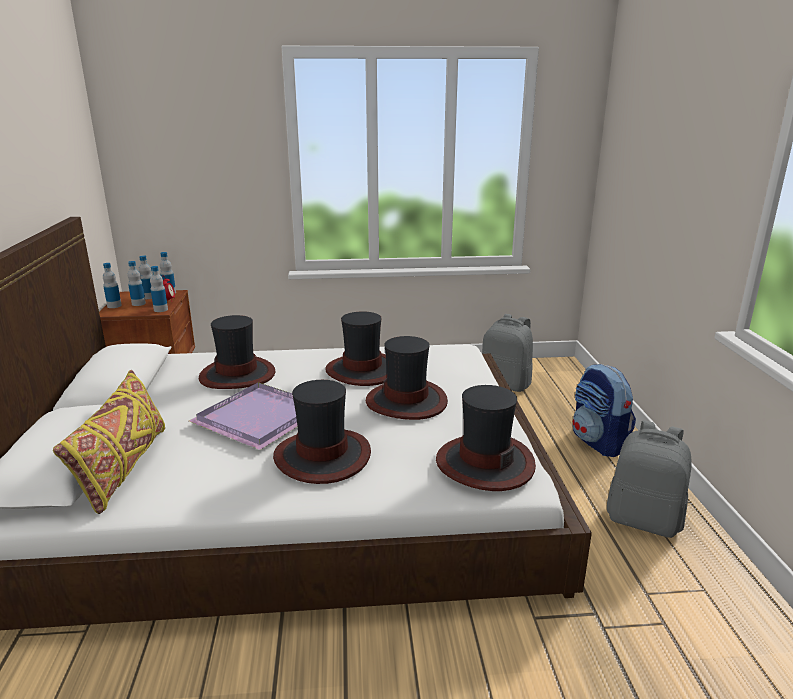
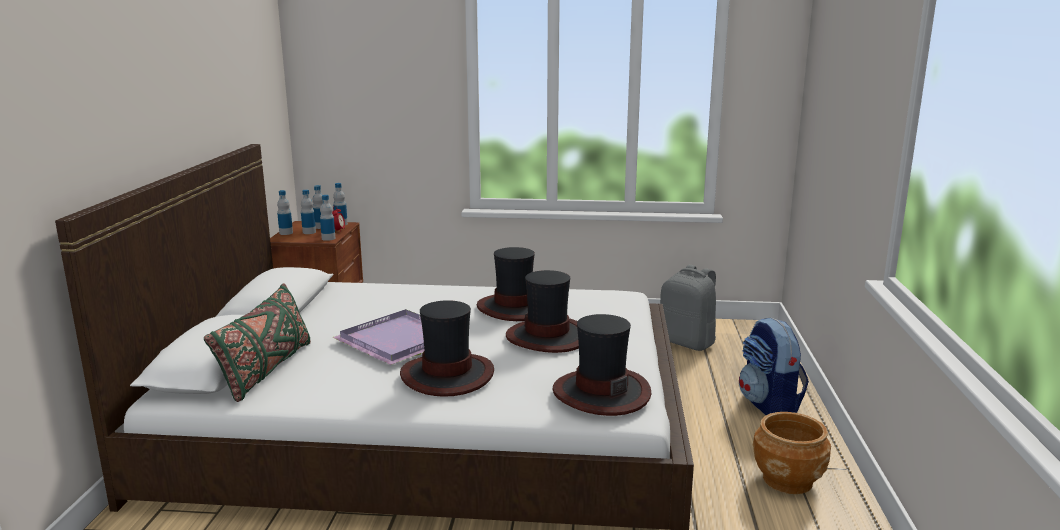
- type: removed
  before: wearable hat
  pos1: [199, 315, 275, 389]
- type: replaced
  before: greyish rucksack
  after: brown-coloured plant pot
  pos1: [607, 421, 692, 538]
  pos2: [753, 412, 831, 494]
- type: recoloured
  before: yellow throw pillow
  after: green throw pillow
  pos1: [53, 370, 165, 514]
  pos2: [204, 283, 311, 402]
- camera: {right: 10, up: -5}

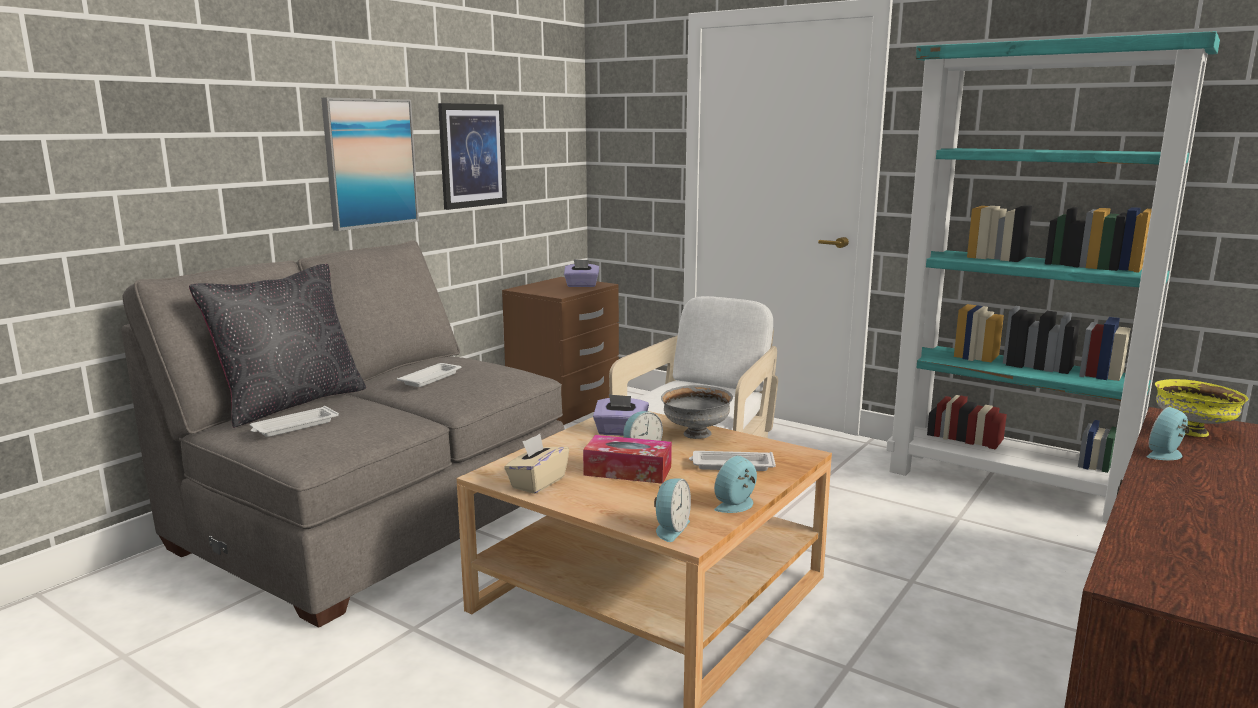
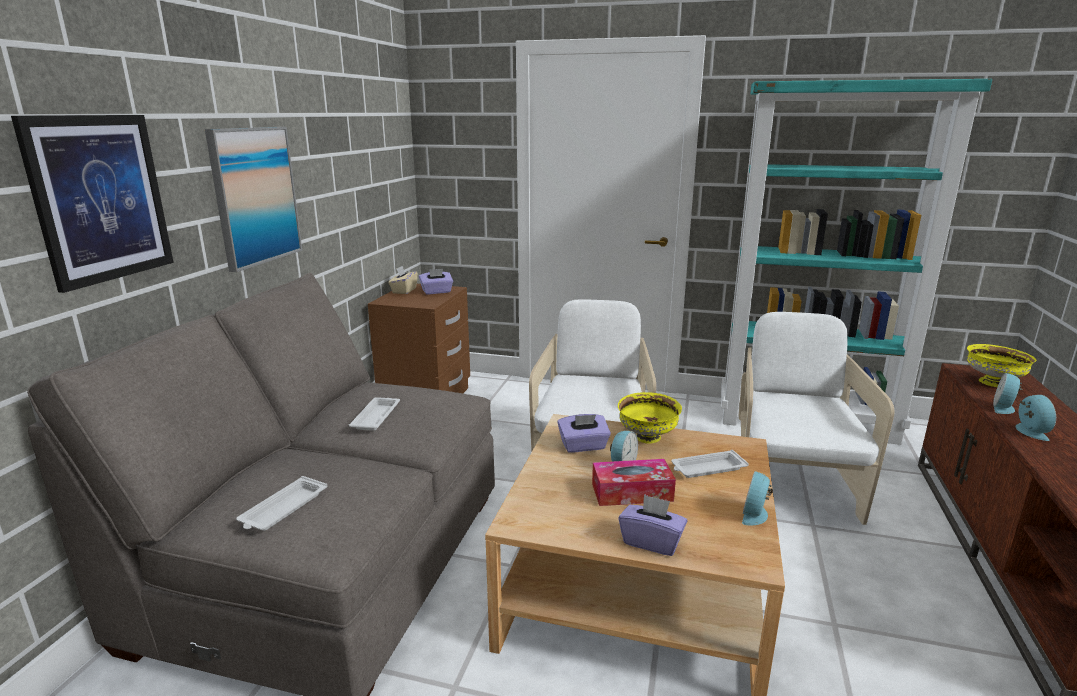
- type: removed
  before: blackish throw pillow
  pos1: [189, 264, 366, 428]
- type: added
  after: purplish tissue box
  pos2: [618, 494, 687, 556]
- type: added
  after: whitish armchair
  pos2: [739, 312, 895, 525]
- type: moved
  before: wall art
  pos1: [438, 103, 507, 210]
  pos2: [11, 115, 174, 293]
- type: moved
  before: beige-coloured tissue box
  pos1: [504, 434, 569, 494]
  pos2: [388, 266, 418, 294]
- type: moved
  before: table clock
  pos1: [654, 478, 691, 542]
  pos2: [1015, 395, 1056, 441]
- type: recoloured
  before: greyish bowl
  after: yellow bowl
  pos1: [661, 385, 733, 439]
  pos2: [618, 392, 682, 444]
- camera: {right: -20, up: 5}

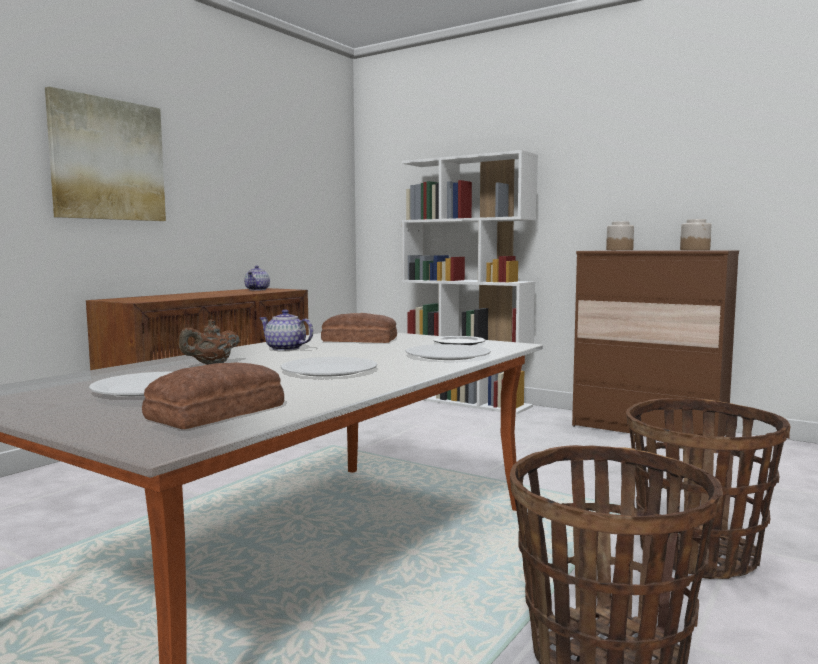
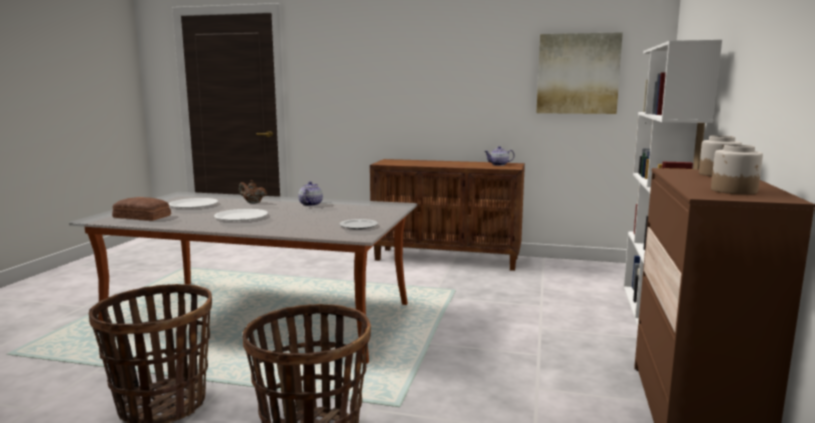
- type: removed
  before: baked bread
  pos1: [321, 313, 397, 343]
- type: removed
  before: whitish plate
  pos1: [406, 344, 491, 360]
- type: moved
  before: wall art
  pos1: [45, 87, 166, 221]
  pos2: [536, 32, 623, 114]
- camera: {right: 70, up: 5}

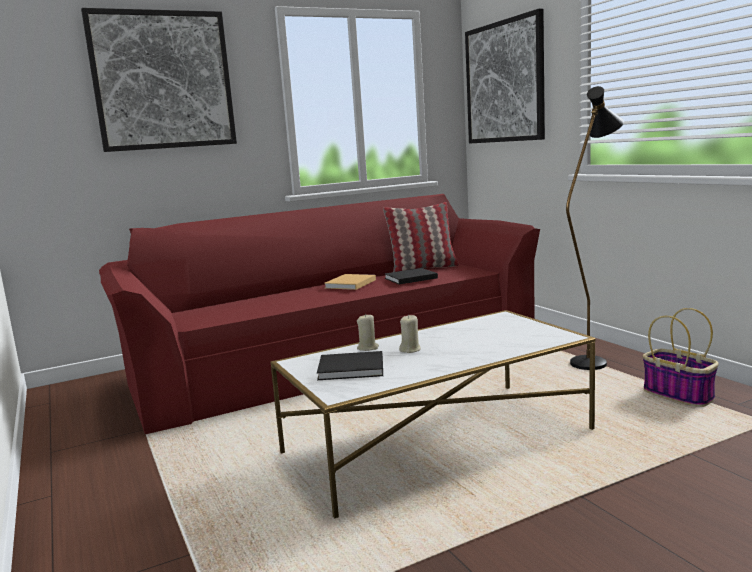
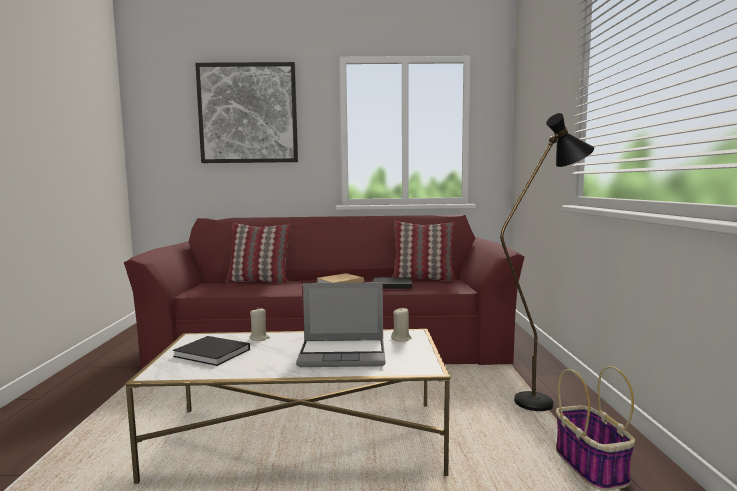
- type: removed
  before: wall art
  pos1: [465, 9, 545, 144]
- type: added
  after: throw pillow
  pos2: [226, 223, 291, 283]
- type: added
  after: laptop
  pos2: [296, 282, 386, 367]
- type: moved
  before: beige-coloured wax candle
  pos1: [399, 315, 421, 353]
  pos2: [391, 307, 411, 342]
- camera: {right: 25, up: -5}

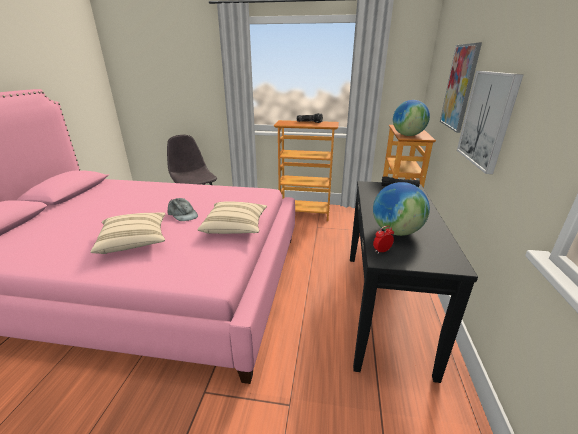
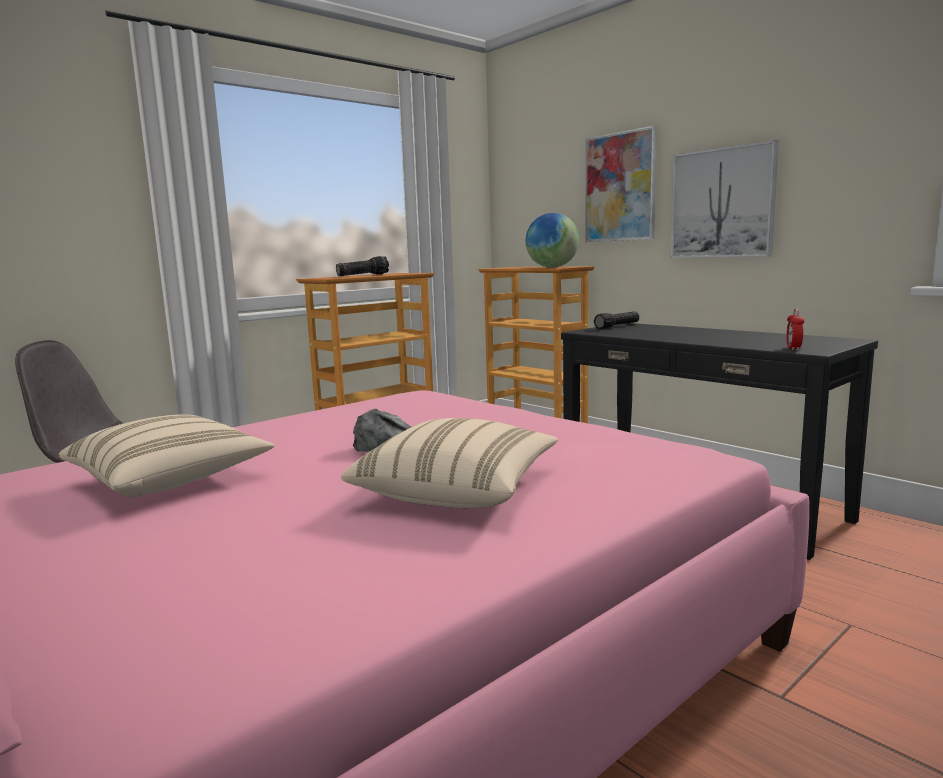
- type: removed
  before: world globe
  pos1: [373, 182, 430, 236]
- type: moved
  before: beige-coloured throw pillow
  pos1: [198, 201, 267, 234]
  pos2: [59, 414, 275, 497]
- camera: {right: -50, up: -15}

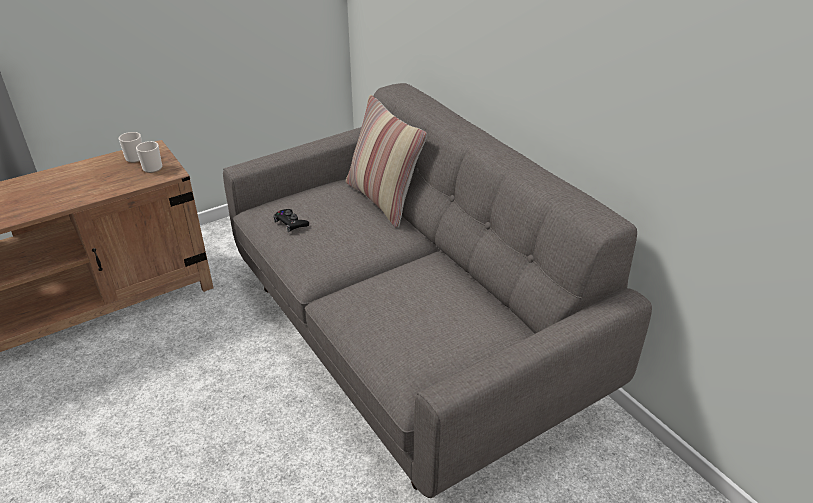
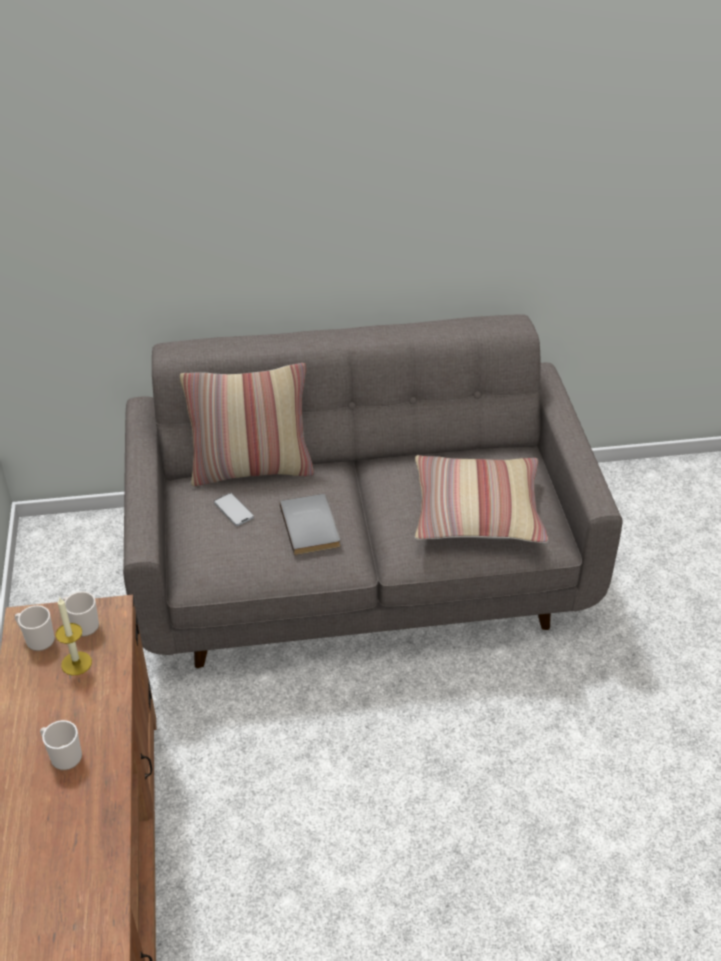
- type: removed
  before: blackish game controller
  pos1: [273, 209, 309, 232]
- type: added
  after: coffee mug
  pos2: [40, 720, 82, 770]
- type: added
  after: wax candle
  pos2: [55, 598, 92, 676]
- type: added
  after: handset
  pos2: [214, 493, 254, 526]
- type: added
  after: greyish bound book
  pos2: [280, 494, 341, 556]
- type: added
  after: throw pillow
  pos2: [414, 455, 549, 543]
- camera: {right: -65, up: 5}

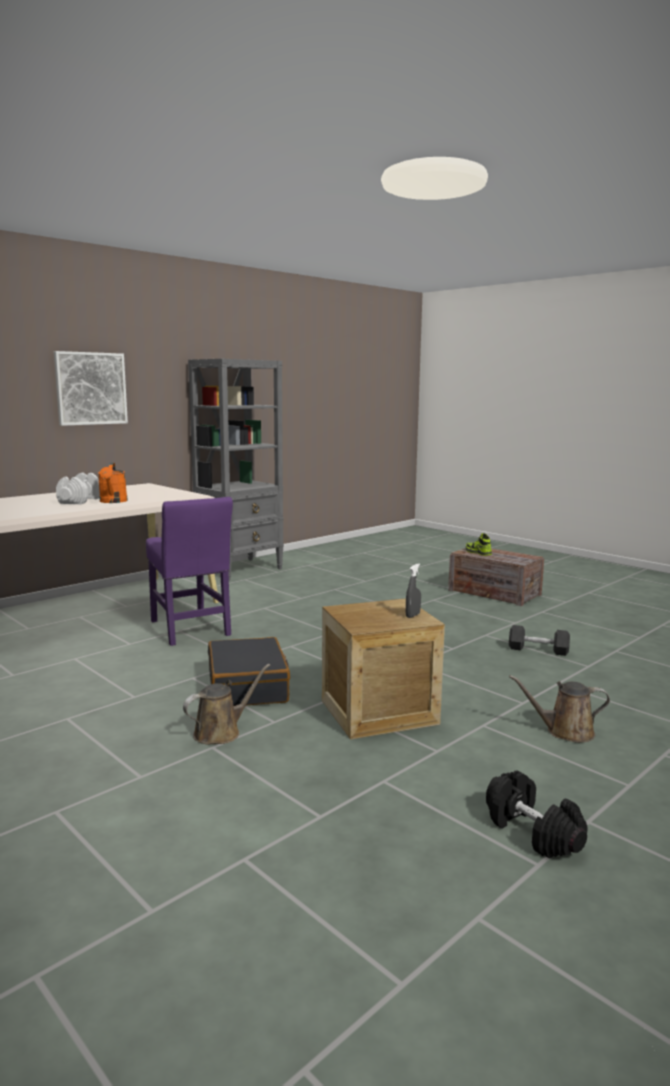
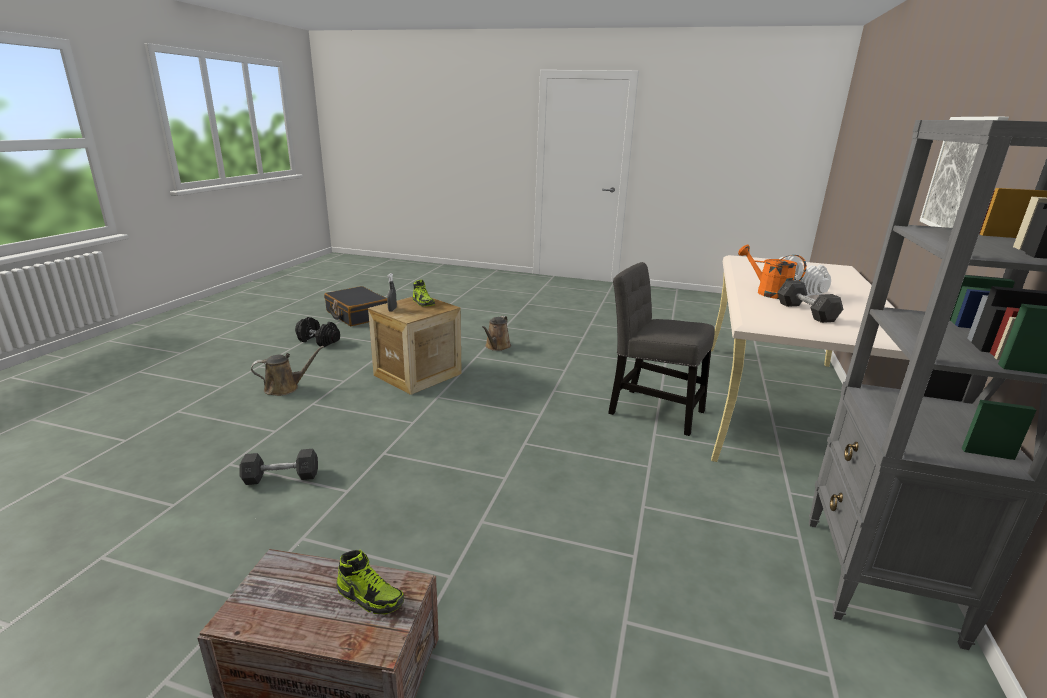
- type: added
  after: shoe
  pos2: [412, 280, 435, 307]
- type: added
  after: greyish hand weight
  pos2: [777, 280, 843, 323]
- type: moved
  before: blackish suitcase
  pos1: [208, 637, 290, 706]
  pos2: [324, 286, 387, 326]
- type: recoloured
  before: purplish chair
  after: greyish chair
  pos1: [146, 497, 233, 646]
  pos2: [608, 262, 715, 436]
- camera: {right: 150, up: 10}

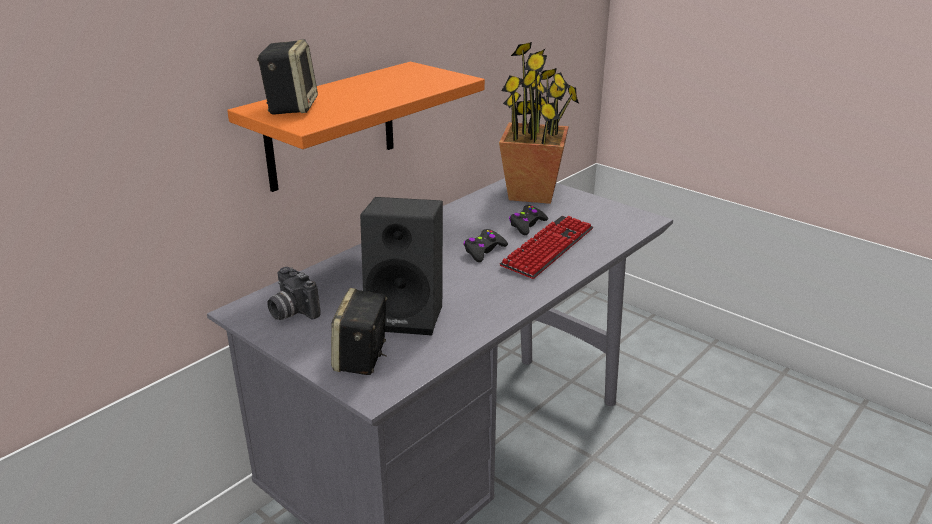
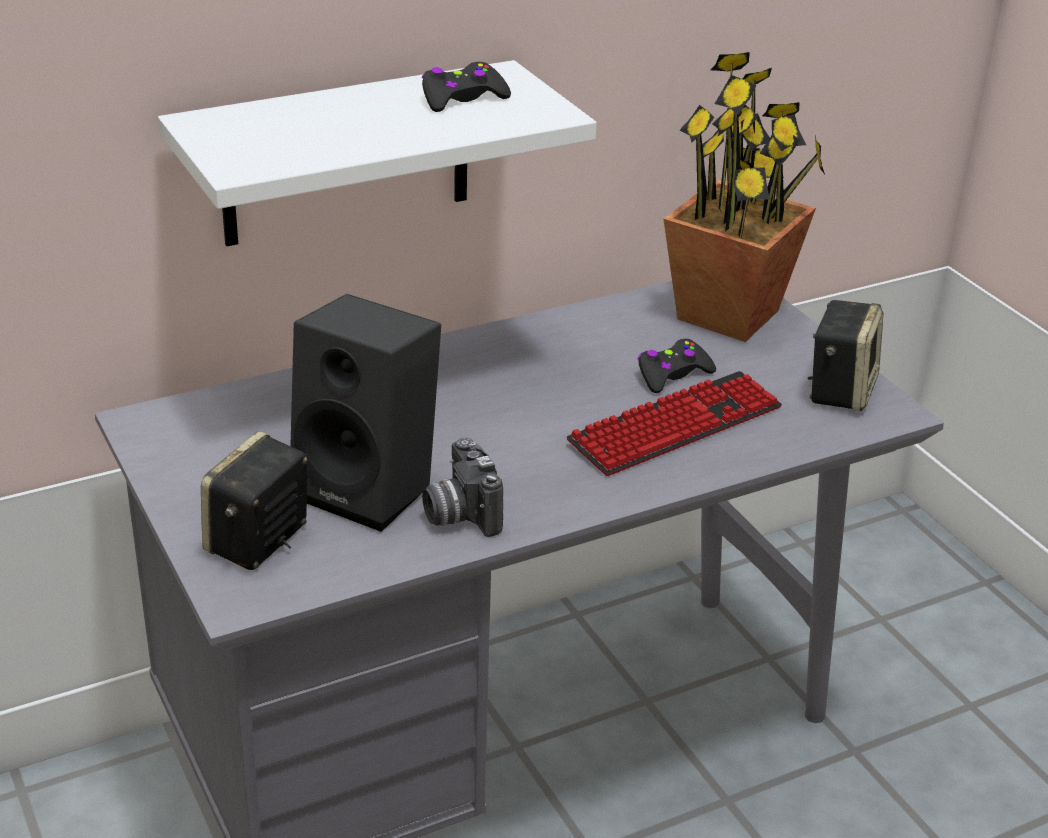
- type: moved
  before: audio speaker
  pos1: [257, 39, 318, 115]
  pos2: [808, 300, 883, 411]
- type: moved
  before: photo camera
  pos1: [267, 267, 321, 320]
  pos2: [422, 437, 503, 537]
- type: moved
  before: blackish game controller
  pos1: [464, 229, 508, 262]
  pos2: [422, 62, 511, 112]
- type: recoloured
  before: orange-coloured wall shelf
  after: whitish wall shelf
  pos1: [227, 62, 485, 192]
  pos2: [158, 60, 597, 246]
- camera: {right: 20, up: 5}

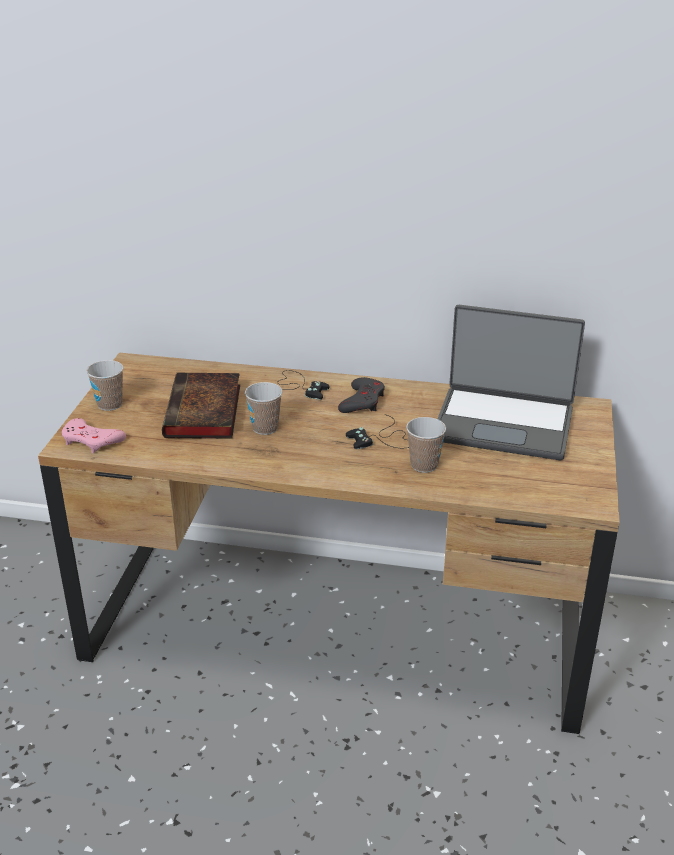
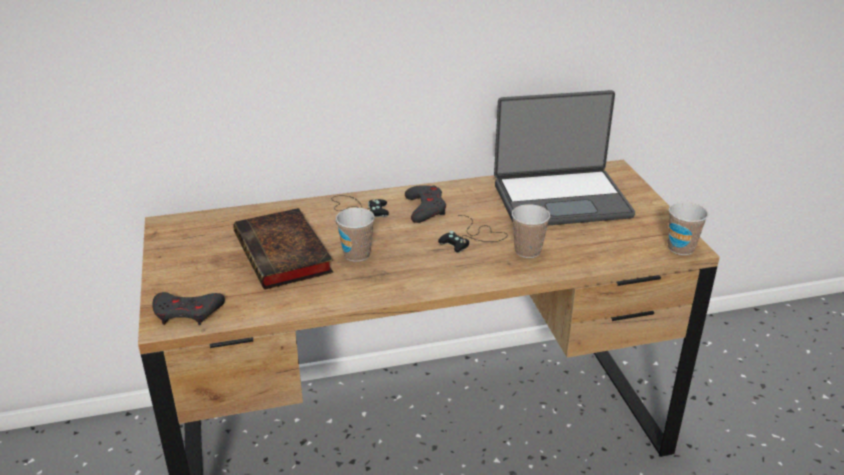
- type: moved
  before: cup
  pos1: [87, 360, 123, 411]
  pos2: [668, 202, 708, 255]
- type: recoloured
  before: pink game controller
  after: greyish game controller
  pos1: [62, 418, 126, 453]
  pos2: [153, 292, 225, 325]
- camera: {right: -25, up: 0}

